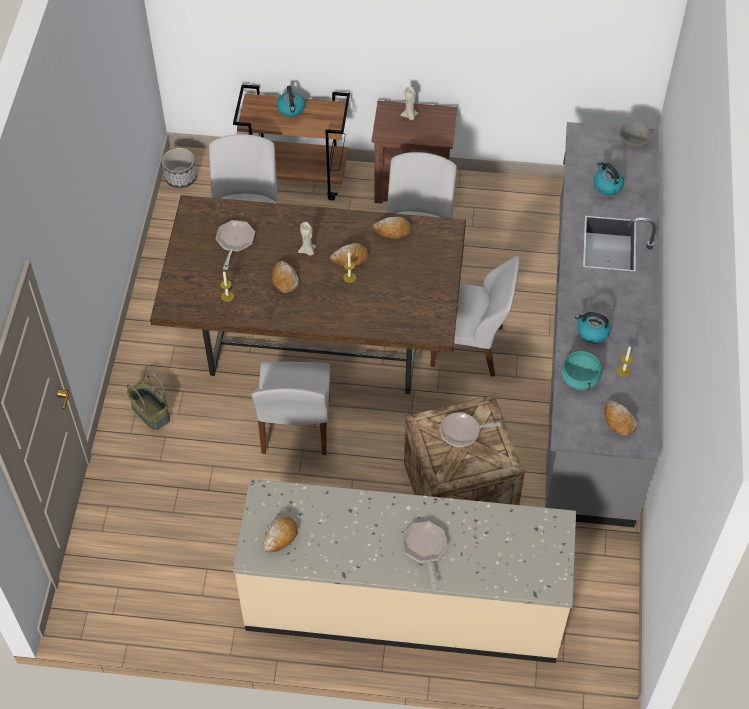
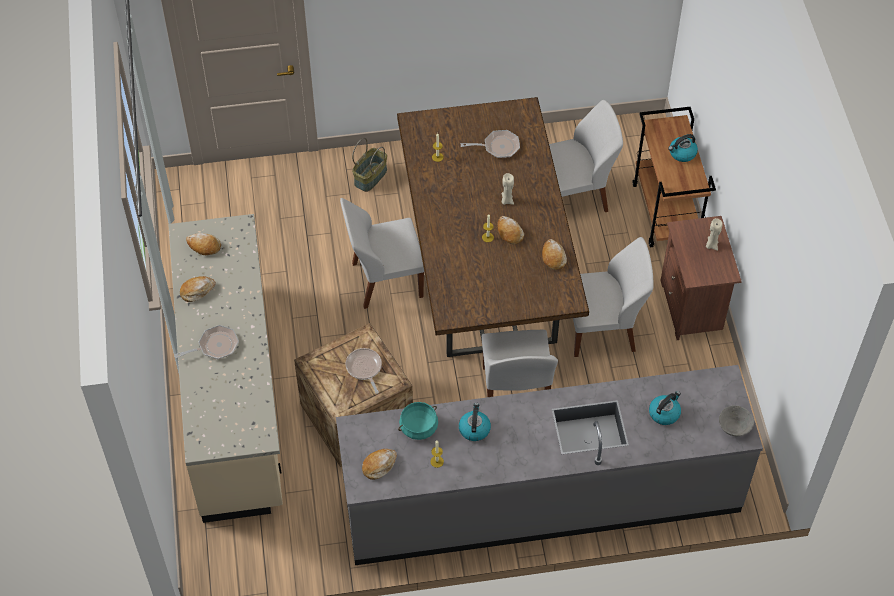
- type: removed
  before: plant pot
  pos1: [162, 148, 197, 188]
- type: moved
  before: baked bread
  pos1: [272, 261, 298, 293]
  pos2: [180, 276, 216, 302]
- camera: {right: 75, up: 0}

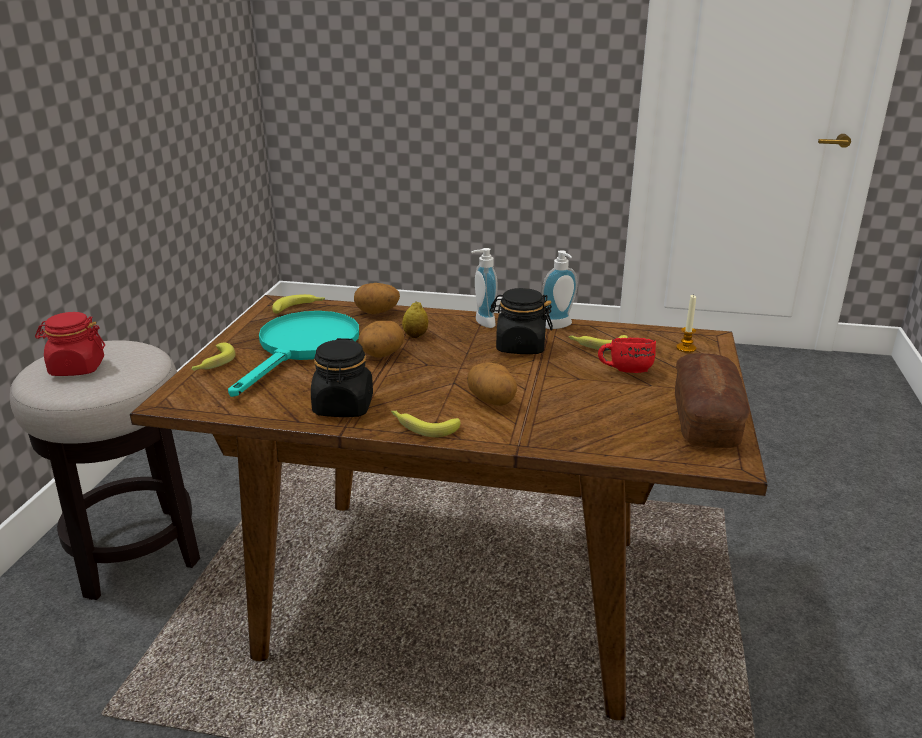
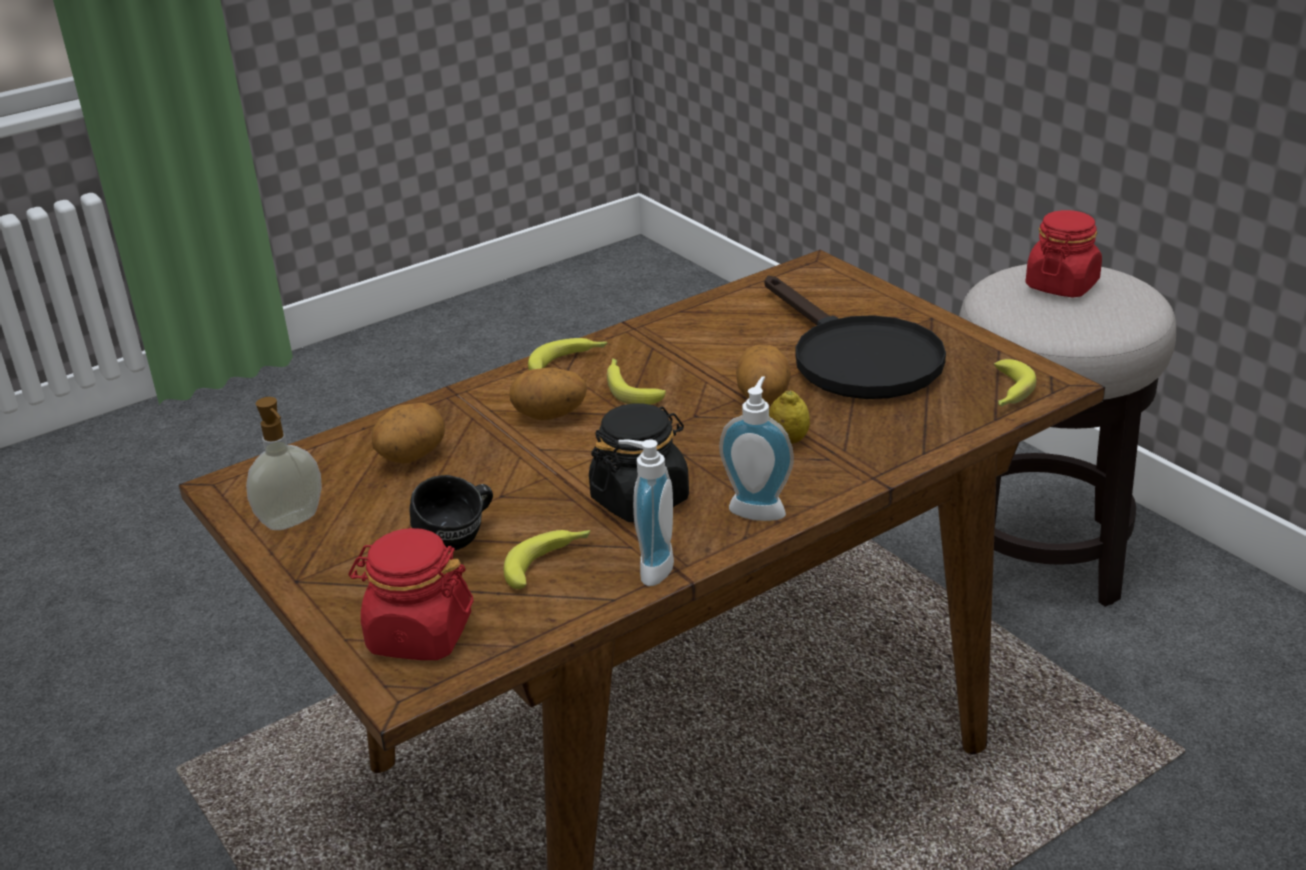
- type: removed
  before: blackish preserve jar
  pos1: [311, 338, 373, 417]
- type: moved
  before: banana
  pos1: [191, 342, 236, 371]
  pos2: [607, 358, 666, 405]
- type: moved
  before: potato
  pos1: [354, 283, 400, 314]
  pos2: [372, 403, 445, 464]
- type: replaced
  before: baked bread
  after: soap dispenser
  pos1: [675, 353, 750, 448]
  pos2: [246, 397, 322, 530]
- type: replaced
  before: wax candle
  after: red preserve jar
  pos1: [676, 295, 696, 353]
  pos2: [348, 528, 474, 660]
- type: recoloured
  before: turquoise skillet
  after: blackish skillet
  pos1: [228, 311, 359, 397]
  pos2: [765, 275, 946, 399]
- type: recoloured
  before: red coffee mug
  after: blackish coffee mug
  pos1: [598, 338, 656, 373]
  pos2: [409, 475, 493, 552]
- camera: {right: 135, up: 5}

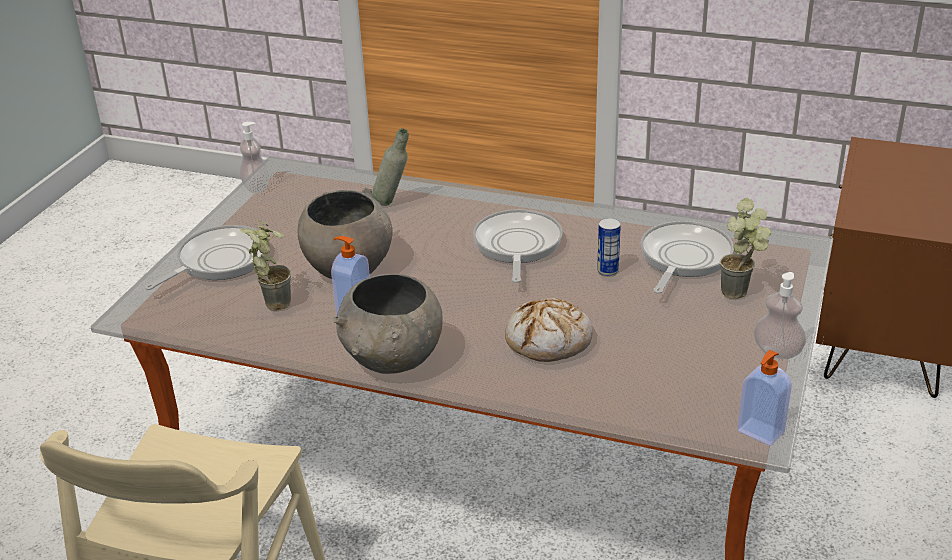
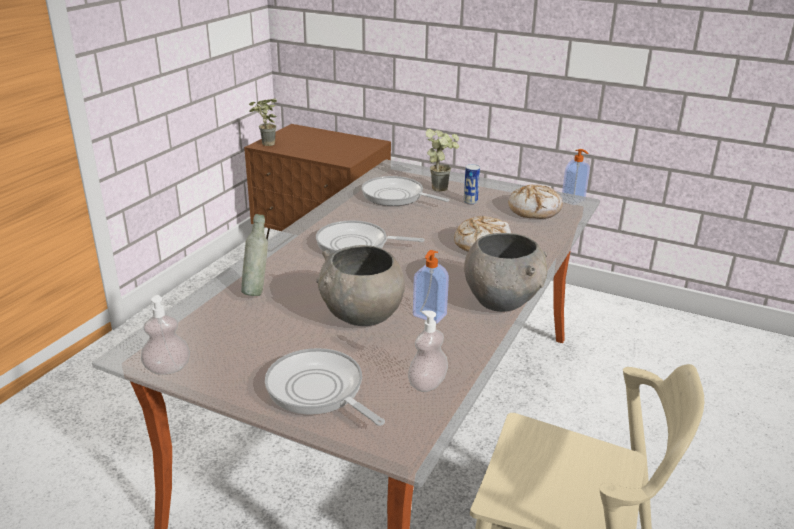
- type: added
  after: baked bread
  pos2: [508, 184, 563, 219]
- type: moved
  before: houseplant
  pos1: [240, 219, 291, 311]
  pos2: [249, 98, 277, 146]
- type: moved
  before: can
  pos1: [597, 218, 621, 276]
  pos2: [464, 164, 480, 204]
- type: moved
  before: soap dispenser
  pos1: [754, 272, 806, 359]
  pos2: [408, 310, 448, 392]
- camera: {right: -85, up: -5}

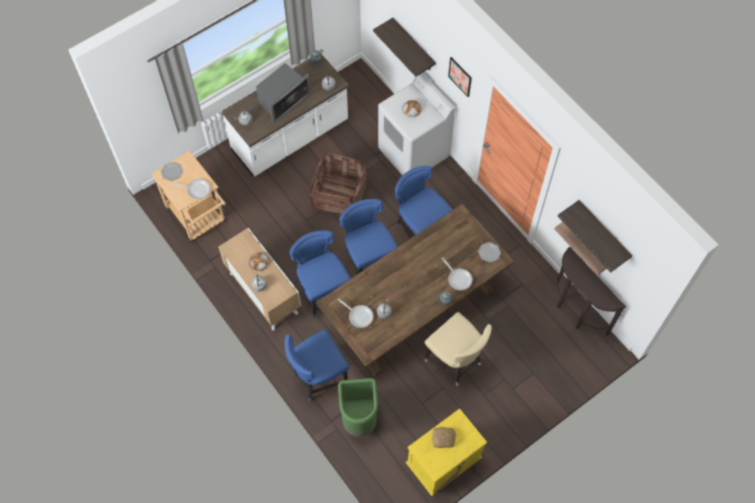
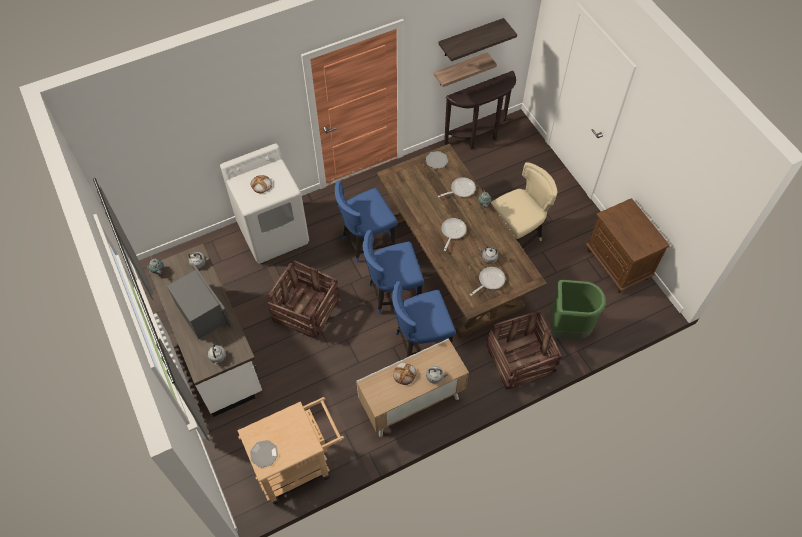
- type: removed
  before: wall shelf
  pos1: [373, 18, 436, 77]
- type: removed
  before: baked bread
  pos1: [432, 427, 456, 448]
- type: removed
  before: wall art
  pos1: [448, 57, 472, 97]
- type: moved
  before: skillet
  pos1: [171, 179, 210, 199]
  pos2: [441, 218, 467, 251]
- type: replaced
  before: bluish chair
  after: shipping crate
  pos1: [285, 329, 349, 401]
  pos2: [486, 312, 562, 390]
- type: recoloured
  before: yellow night table
  after: brown-coloured night table
  pos1: [405, 409, 487, 496]
  pos2: [586, 198, 670, 293]
- camera: {right: -80, up: -5}

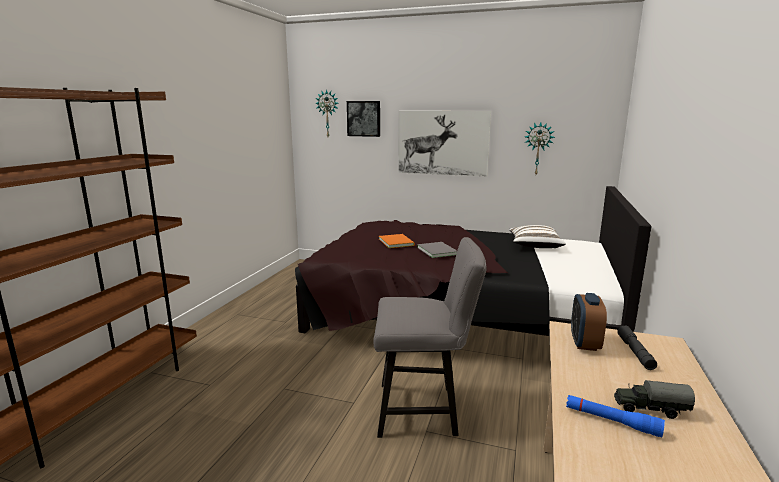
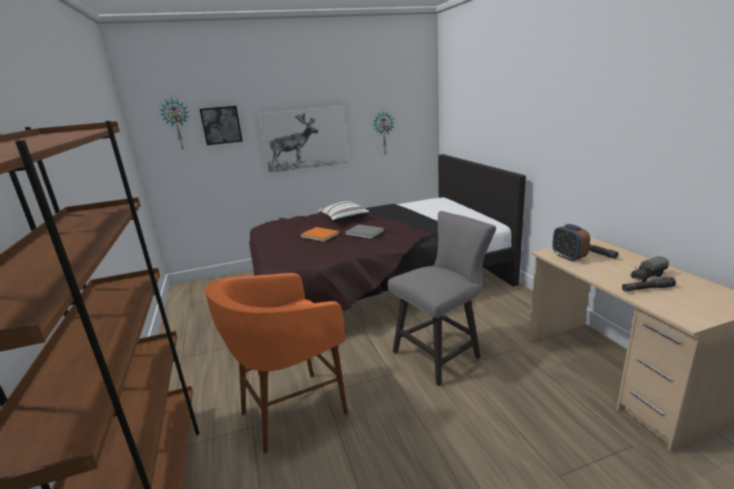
- type: added
  after: orange-coloured stool seat
  pos2: [205, 273, 348, 453]
- type: moved
  before: whitish throw pillow
  pos1: [509, 225, 566, 248]
  pos2: [318, 201, 370, 222]
- type: recoloured
  before: bluish flashlight
  after: blackish flashlight
  pos1: [566, 395, 665, 437]
  pos2: [622, 277, 676, 291]
- camera: {right: -35, up: 5}

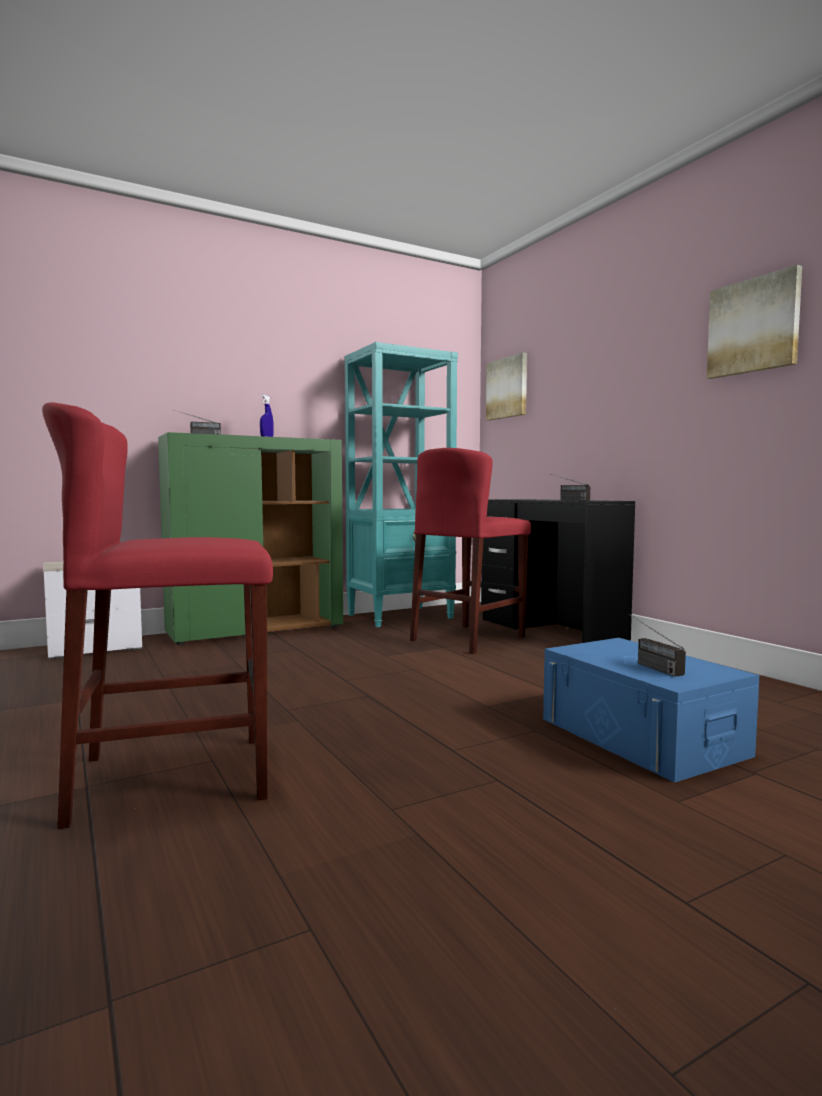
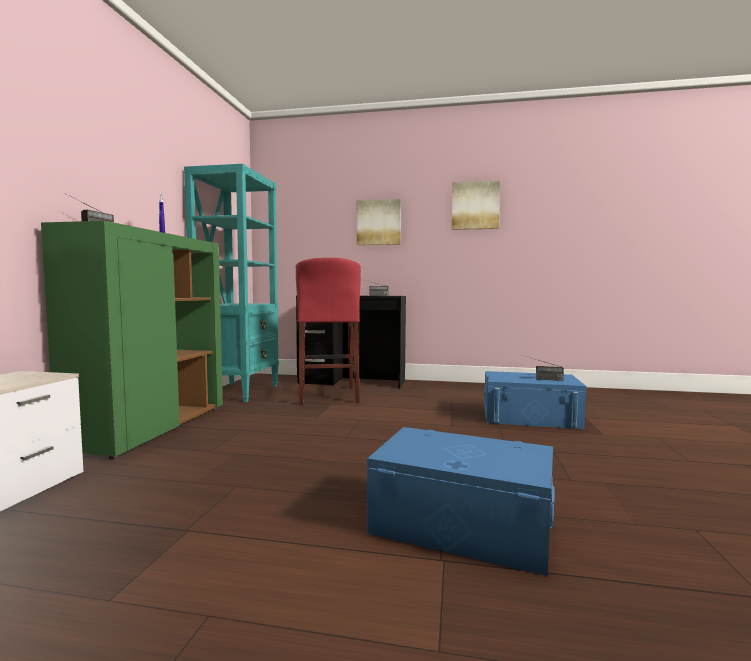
- type: moved
  before: wall art
  pos1: [486, 352, 527, 420]
  pos2: [357, 199, 401, 245]
- type: replaced
  before: red stool seat
  after: bluish storage box
  pos1: [42, 402, 273, 829]
  pos2: [367, 427, 555, 576]
- camera: {right: -50, up: 0}

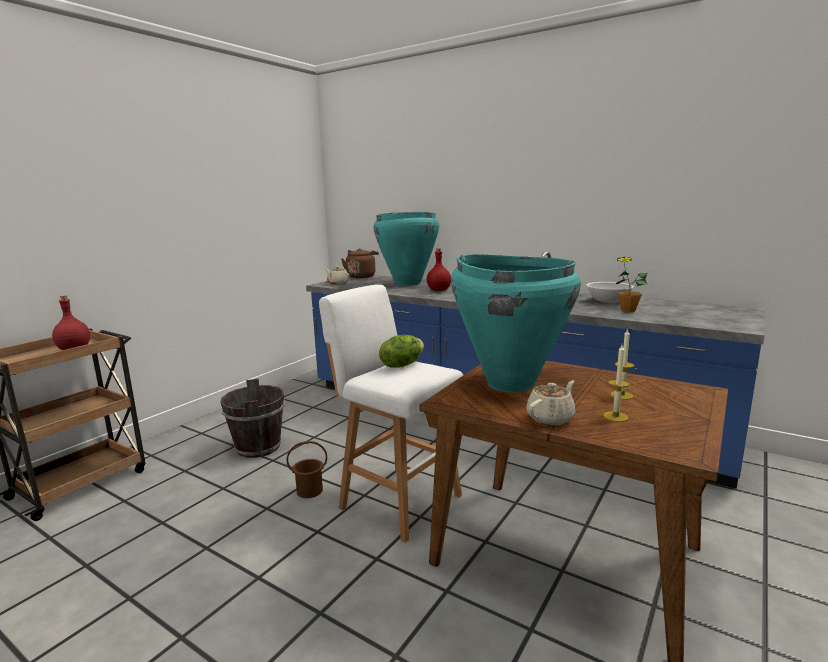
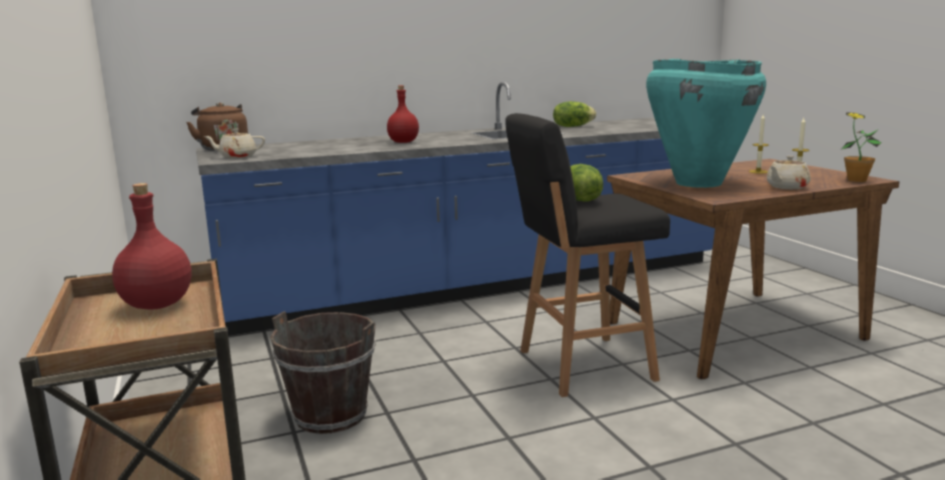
- type: removed
  before: brown-coloured water bucket
  pos1: [287, 441, 327, 498]
- type: removed
  before: turquoise flower vase
  pos1: [374, 211, 439, 286]
- type: moved
  before: houseplant
  pos1: [616, 257, 647, 312]
  pos2: [841, 112, 882, 182]
- type: replaced
  before: whitish bowl
  after: lettuce head
  pos1: [587, 282, 634, 303]
  pos2: [553, 101, 596, 127]
- type: recoloured
  before: whitish stool seat
  after: blackish stool seat
  pos1: [319, 285, 463, 543]
  pos2: [505, 113, 670, 397]
- type: turned
  before: beige-coloured teapot
  pos1: [526, 381, 576, 426]
  pos2: [767, 156, 811, 189]
  turn: -120
- camera: {right: -55, up: 0}

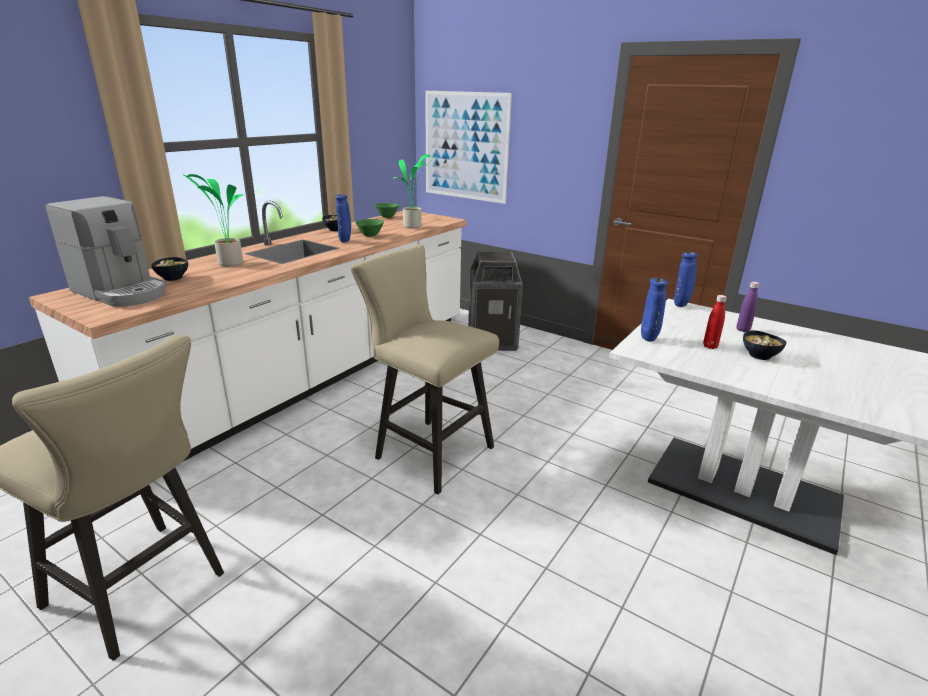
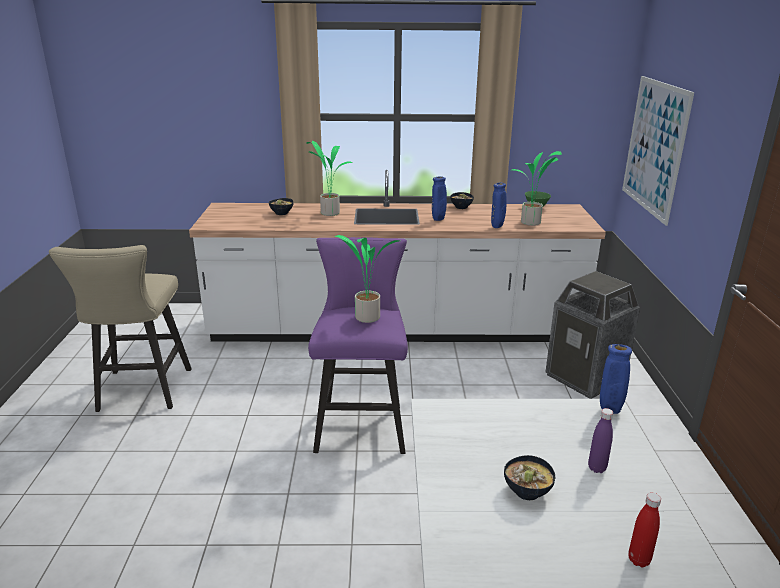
- type: removed
  before: coffee machine
  pos1: [45, 196, 167, 307]
- type: removed
  before: green bowl
  pos1: [356, 219, 384, 237]
- type: added
  after: houseplant
  pos2: [335, 235, 400, 323]
- type: moved
  before: bluish flower vase
  pos1: [641, 278, 668, 342]
  pos2: [491, 183, 506, 228]
- type: moved
  before: red bottle
  pos1: [703, 295, 727, 349]
  pos2: [628, 492, 661, 567]
- type: recoloured
  before: beige-coloured stool seat
  after: purplish stool seat
  pos1: [351, 245, 499, 495]
  pos2: [308, 237, 408, 454]
- camera: {right: 55, up: 0}

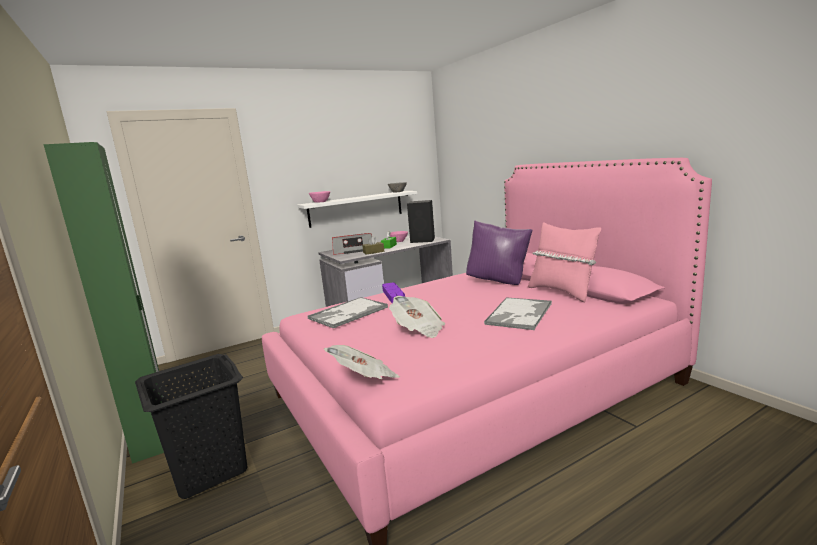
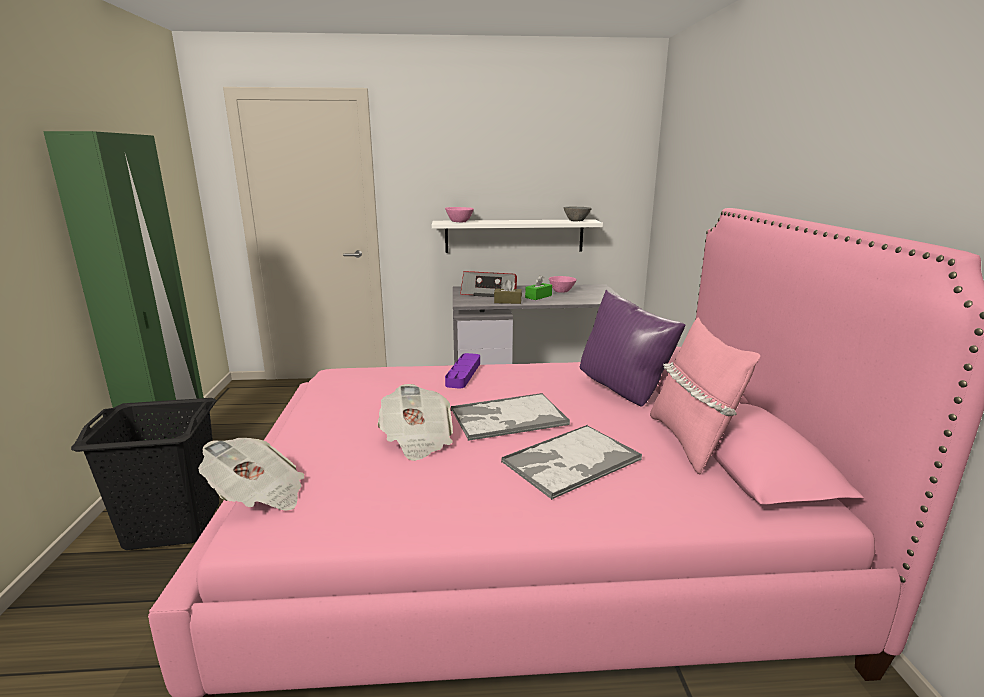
- type: removed
  before: blackish audio speaker
  pos1: [407, 200, 435, 243]
- type: moved
  before: carrying tray
  pos1: [308, 297, 388, 329]
  pos2: [451, 393, 570, 441]
- camera: {right: 25, up: 5}

